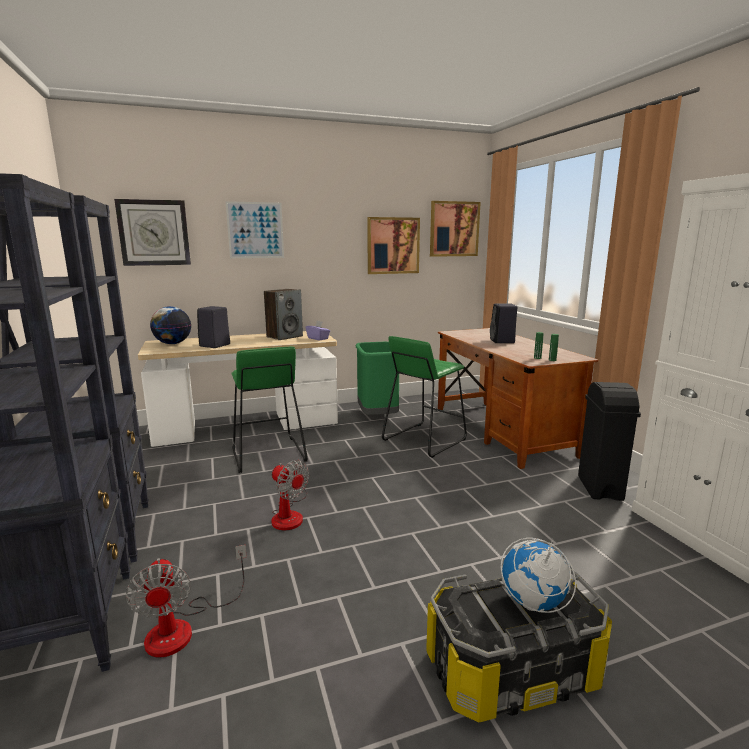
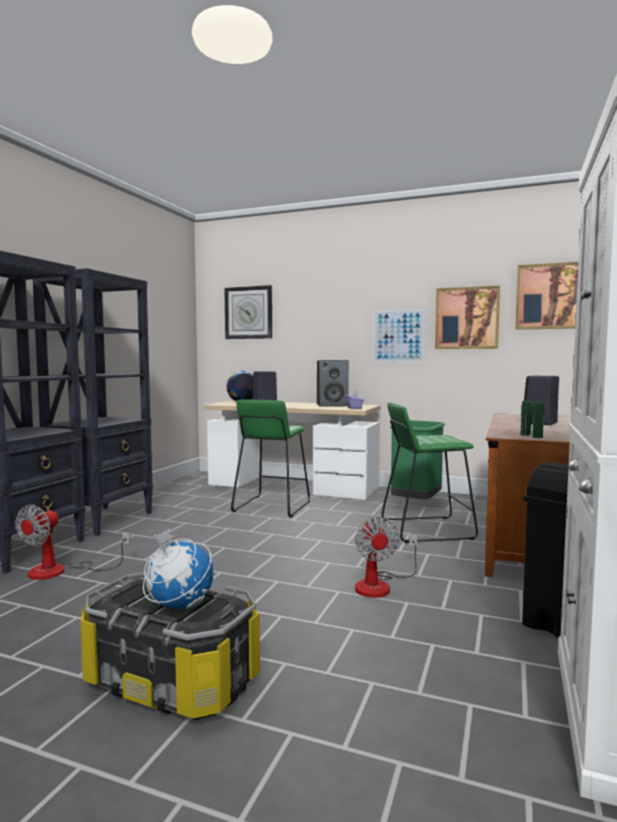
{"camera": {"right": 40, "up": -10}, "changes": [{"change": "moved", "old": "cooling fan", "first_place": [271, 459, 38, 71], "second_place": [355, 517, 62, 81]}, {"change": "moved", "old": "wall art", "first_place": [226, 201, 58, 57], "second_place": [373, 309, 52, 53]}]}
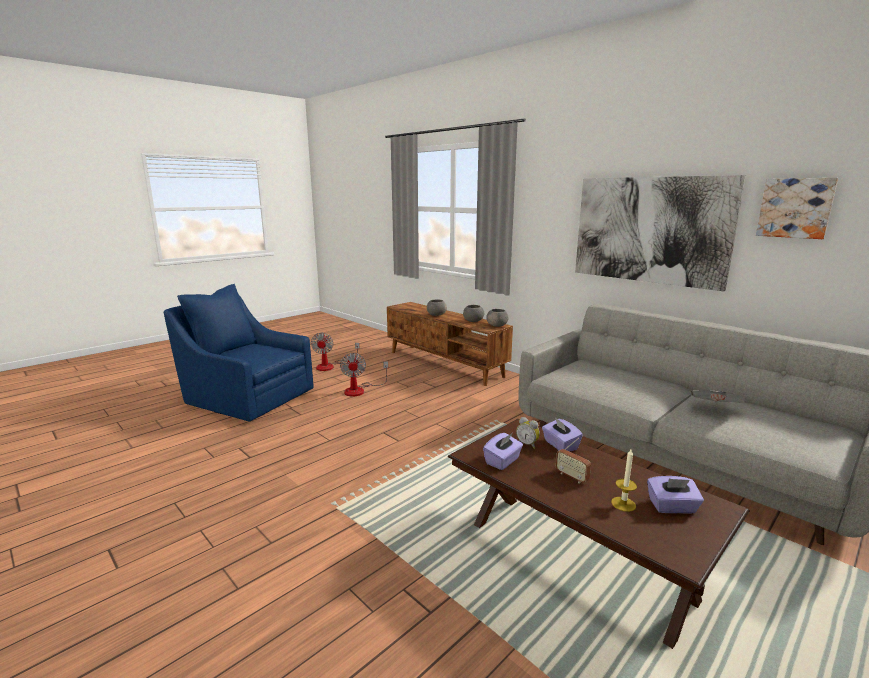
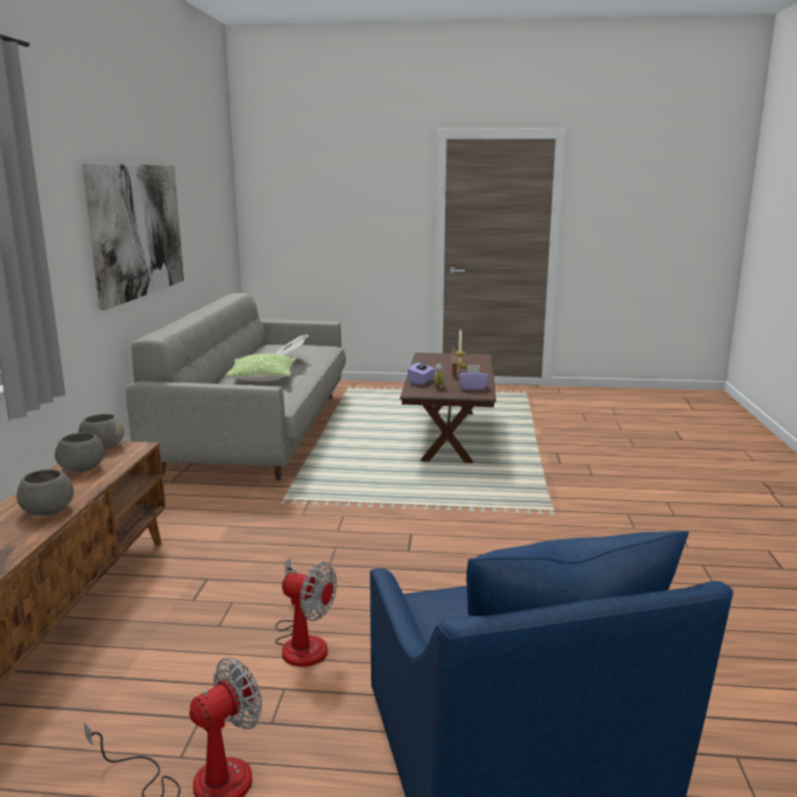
{"camera": {"right": -130, "up": 0}, "changes": [{"change": "added", "new": "pillow", "second_place": [225, 353, 71, 28]}, {"change": "turned", "old": "cooling fan", "first_place": [340, 353, 48, 44], "second_place": [275, 558, 62, 109], "degrees": 75}, {"change": "removed", "old": "box of tissues/purple-coloured", "first_place": [647, 476, 57, 38]}, {"change": "removed", "old": "wall art", "first_place": [756, 178, 82, 61]}]}
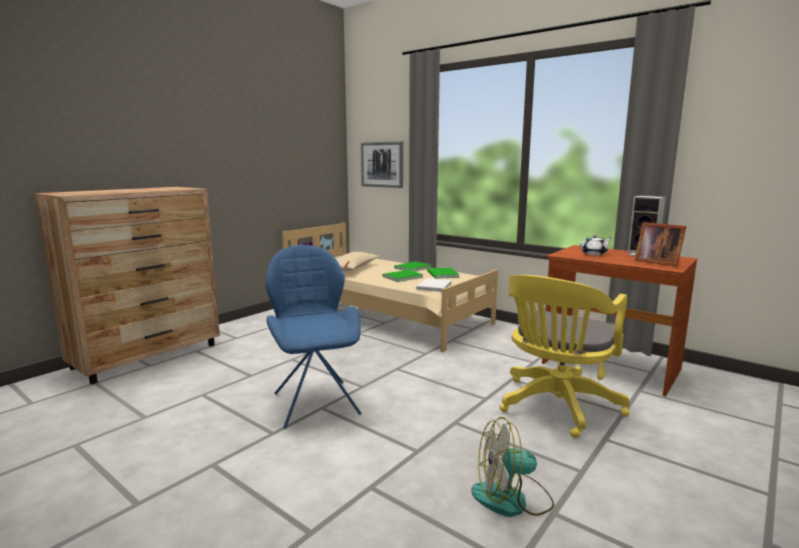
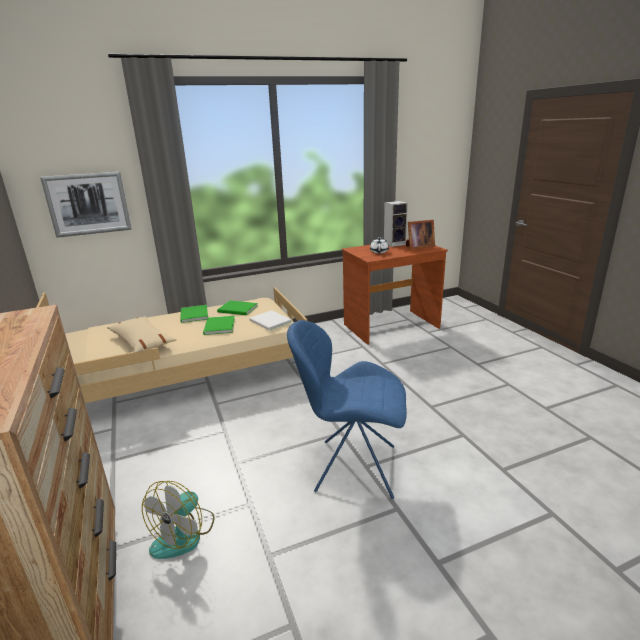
{"camera": {"right": -60, "up": 10}, "changes": [{"change": "moved", "old": "cooling fan", "first_place": [471, 417, 83, 100], "second_place": [142, 481, 73, 78]}, {"change": "removed", "old": "desk chair/yellow-coloured", "first_place": [499, 275, 131, 163]}]}
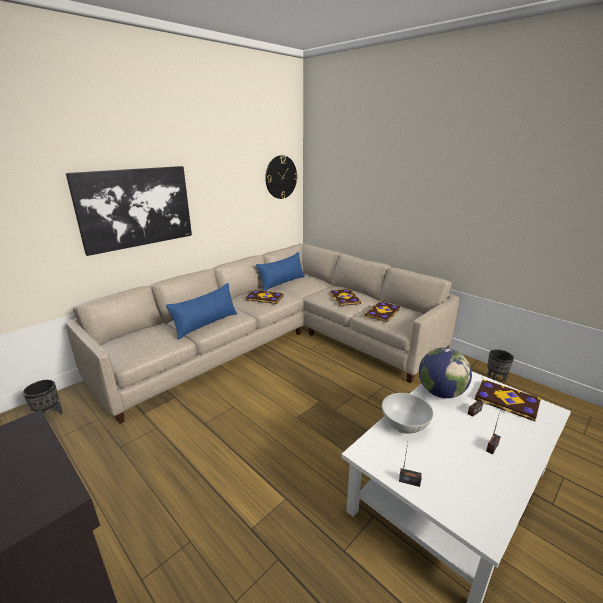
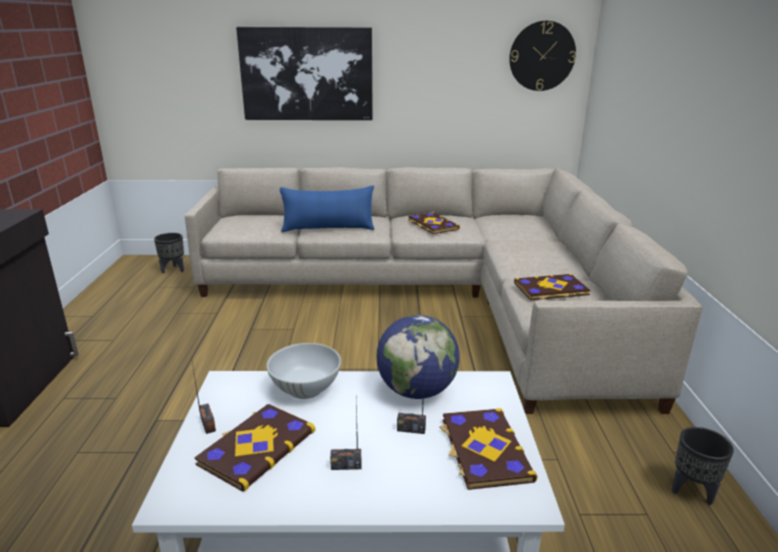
{"camera": {"right": 45, "up": 0}, "changes": [{"change": "moved", "old": "volume", "first_place": [330, 289, 31, 17], "second_place": [195, 404, 120, 88]}, {"change": "removed", "old": "pillow/bluish", "first_place": [256, 252, 49, 39]}]}
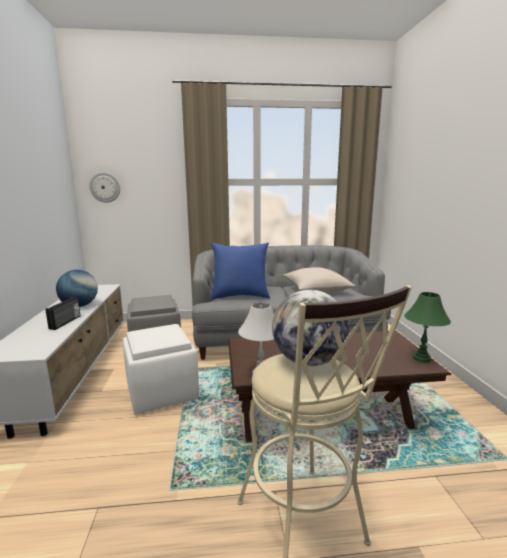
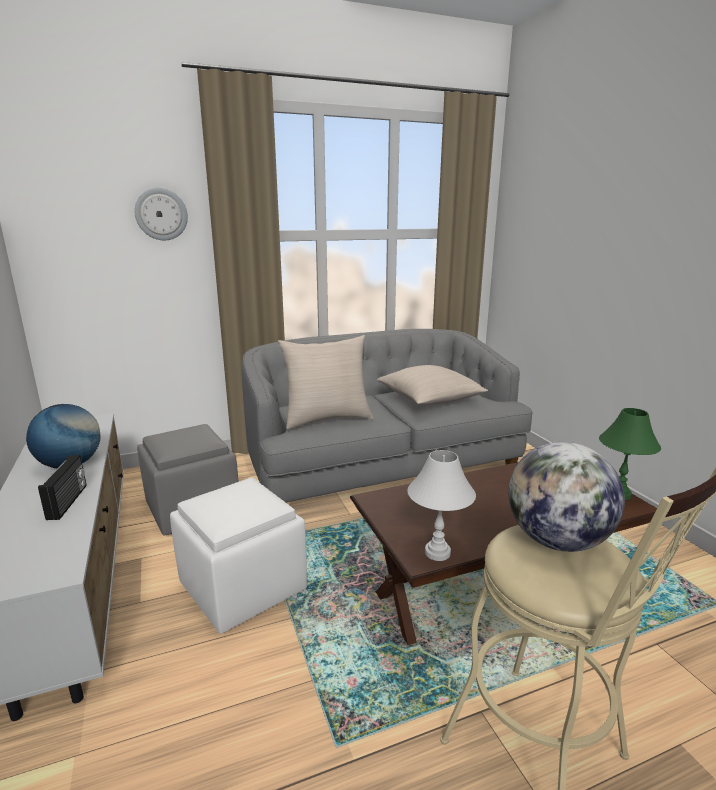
{"camera": {"right": -15, "up": 5}, "changes": [{"change": "moved", "old": "wall clock", "first_place": [89, 172, 31, 31], "second_place": [134, 188, 54, 52]}, {"change": "recoloured", "old": "pillow/bluish", "new": "pillow/sand-coloured", "first_place": [211, 242, 59, 57], "second_place": [278, 335, 96, 94]}]}
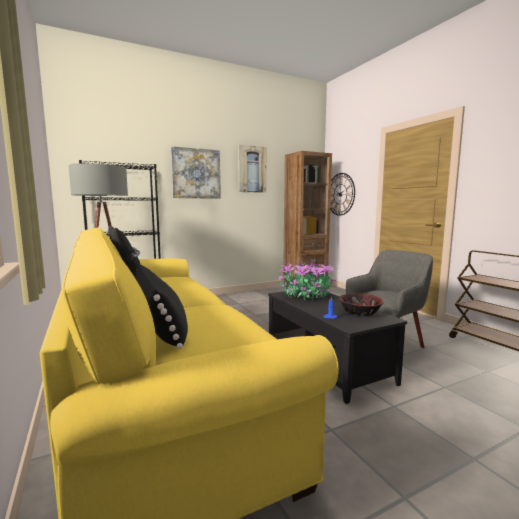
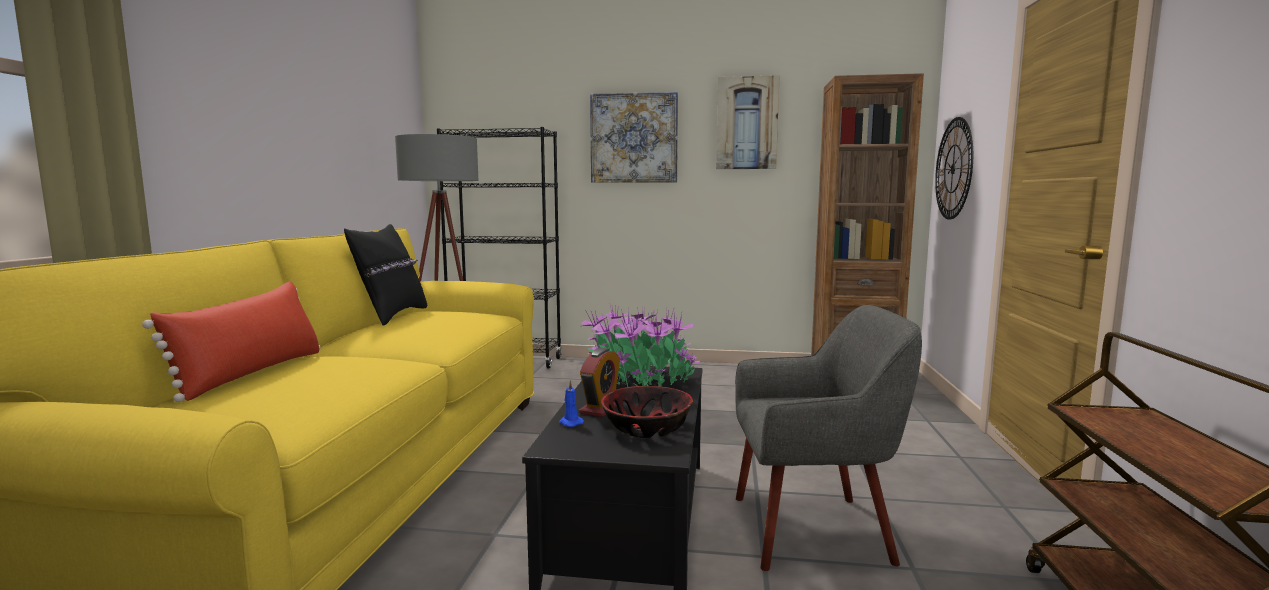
{"camera": {"right": 35, "up": 0}, "changes": [{"change": "recoloured", "old": "pillow/blackish", "new": "pillow/red", "first_place": [136, 264, 52, 85], "second_place": [142, 281, 179, 121]}, {"change": "added", "new": "alarm clock", "second_place": [579, 348, 41, 69]}]}
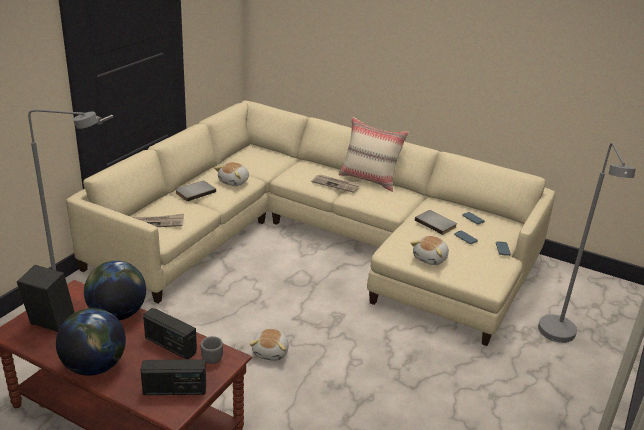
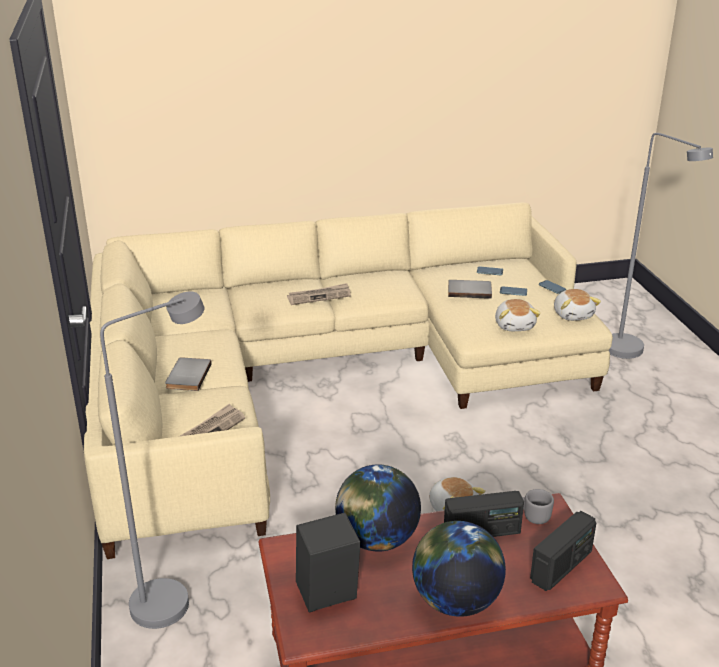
{"camera": {"right": -40, "up": 0}, "changes": [{"change": "moved", "old": "soft toy", "first_place": [214, 162, 35, 24], "second_place": [554, 289, 47, 32]}, {"change": "removed", "old": "pillow/sand-coloured", "first_place": [339, 117, 70, 75]}]}
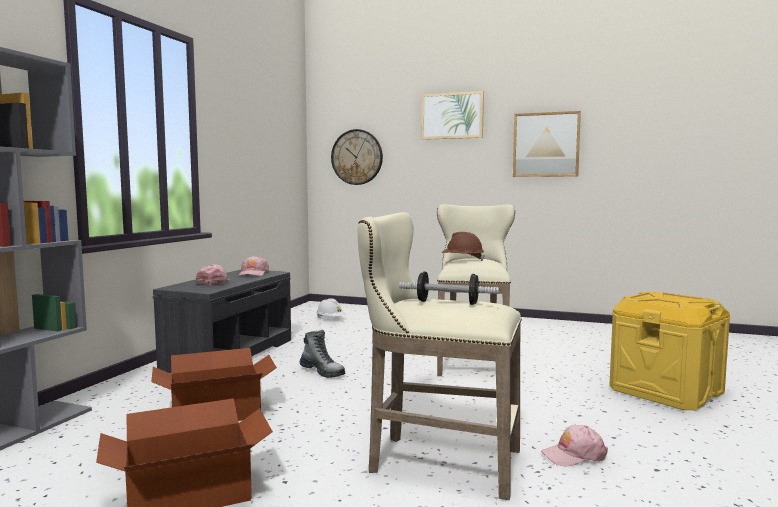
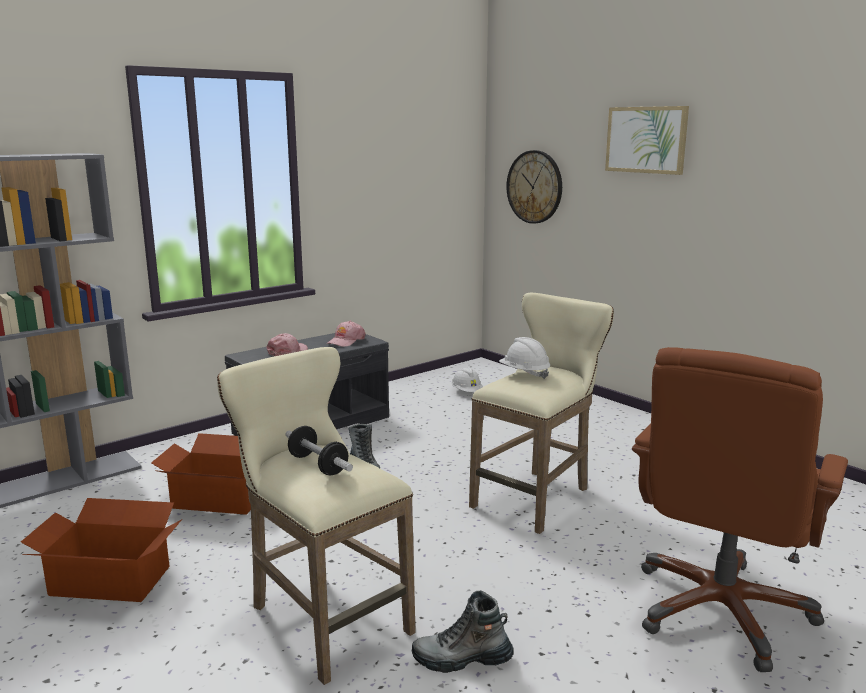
{"camera": {"right": 30, "up": 10}, "changes": [{"change": "replaced", "old": "peaked cap/pink-coloured", "new": "high-top boot", "first_place": [541, 425, 67, 42], "second_place": [412, 590, 102, 83]}, {"change": "recoloured", "old": "safety helmet/brown-coloured", "new": "safety helmet/white", "first_place": [442, 232, 43, 29], "second_place": [499, 337, 51, 42]}, {"change": "replaced", "old": "storage bin/yellow-coloured", "new": "desk chair/brown-coloured", "first_place": [609, 292, 121, 118], "second_place": [632, 347, 216, 325]}, {"change": "removed", "old": "wall art", "first_place": [513, 111, 68, 66]}]}
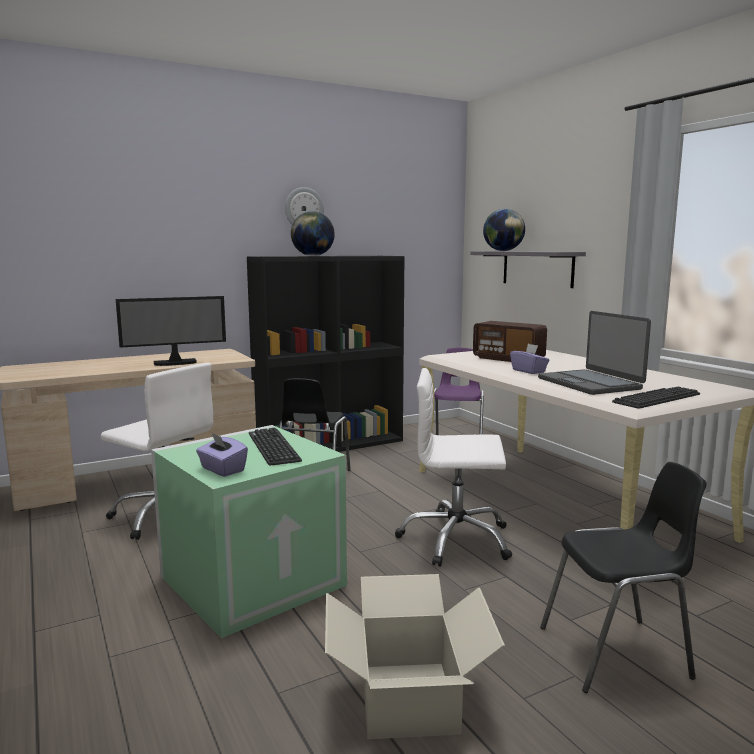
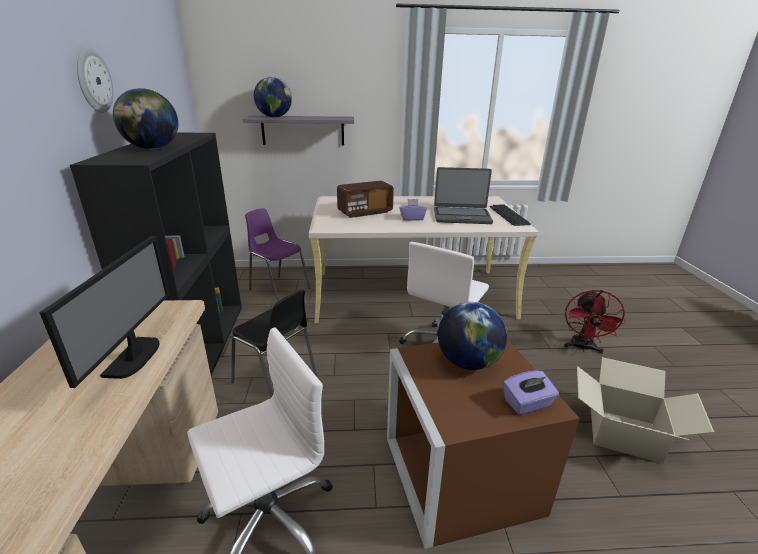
{"camera": {"right": -65, "up": 15}, "changes": [{"change": "recoloured", "old": "storage bin/green", "new": "storage bin/brown-coloured", "first_place": [151, 425, 196, 213], "second_place": [387, 339, 193, 210]}, {"change": "replaced", "old": "computer keyboard", "new": "globe", "first_place": [249, 428, 53, 37], "second_place": [438, 302, 69, 68]}, {"change": "replaced", "old": "chair/blackish", "new": "cooling fan/red", "first_place": [540, 462, 167, 231], "second_place": [564, 290, 62, 64]}]}
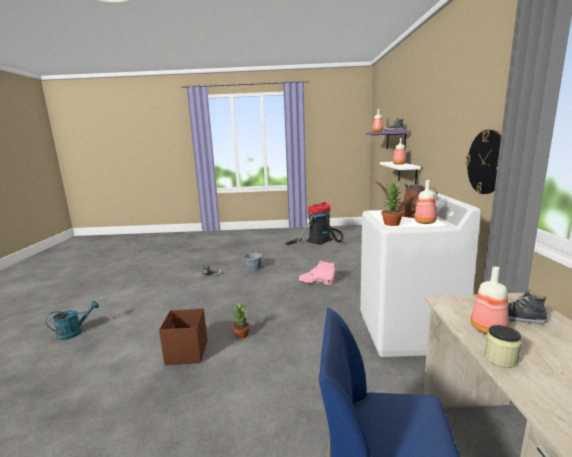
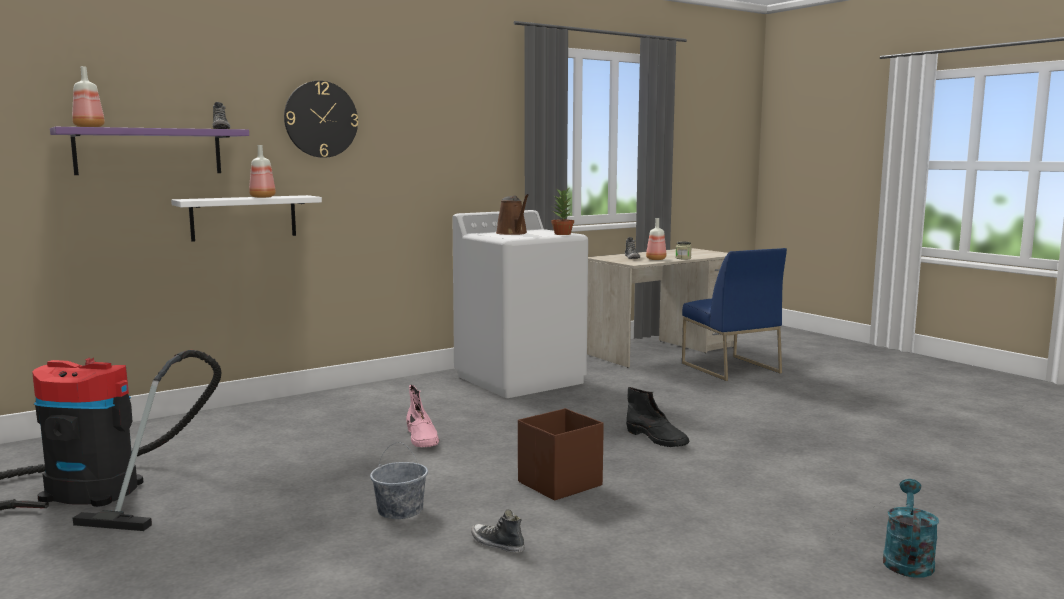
{"camera": {"right": -125, "up": -5}, "changes": [{"change": "moved", "old": "wall clock", "first_place": [466, 129, 35, 65], "second_place": [284, 81, 74, 77]}, {"change": "moved", "old": "storage bin/brown-coloured", "first_place": [159, 308, 48, 57], "second_place": [518, 408, 86, 93]}, {"change": "replaced", "old": "potted plant", "new": "high-top boot/blackish", "first_place": [232, 302, 18, 37], "second_place": [626, 387, 63, 60]}, {"change": "turned", "old": "sprinkling can/turquoise", "first_place": [46, 301, 53, 39], "second_place": [883, 479, 56, 99], "degrees": 90}, {"change": "removed", "old": "drink bottle", "first_place": [414, 180, 23, 44]}]}
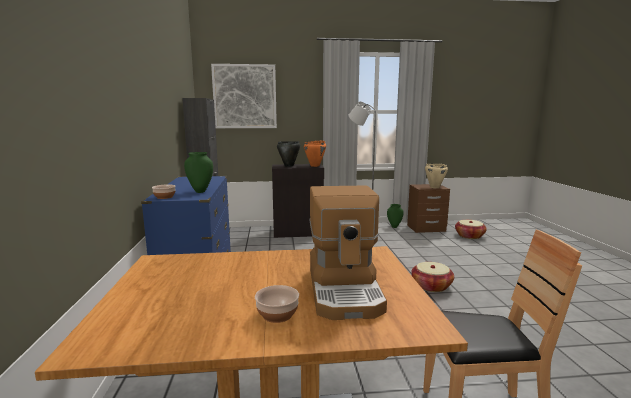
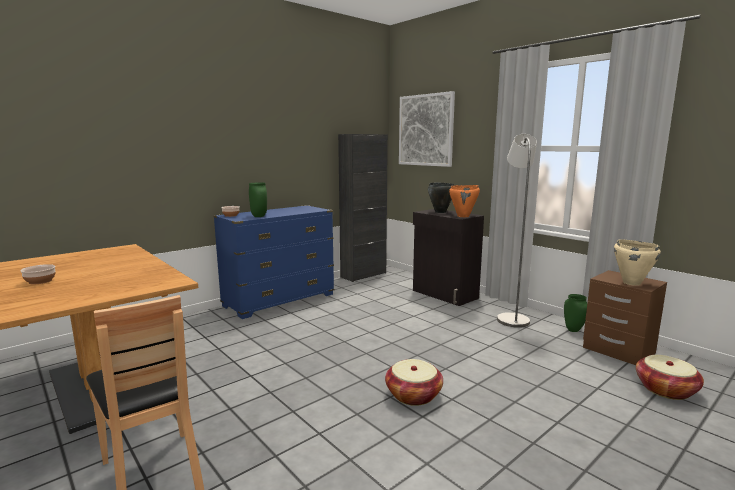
{"camera": {"right": 55, "up": 0}, "changes": [{"change": "removed", "old": "coffee maker", "first_place": [309, 186, 78, 134]}]}
